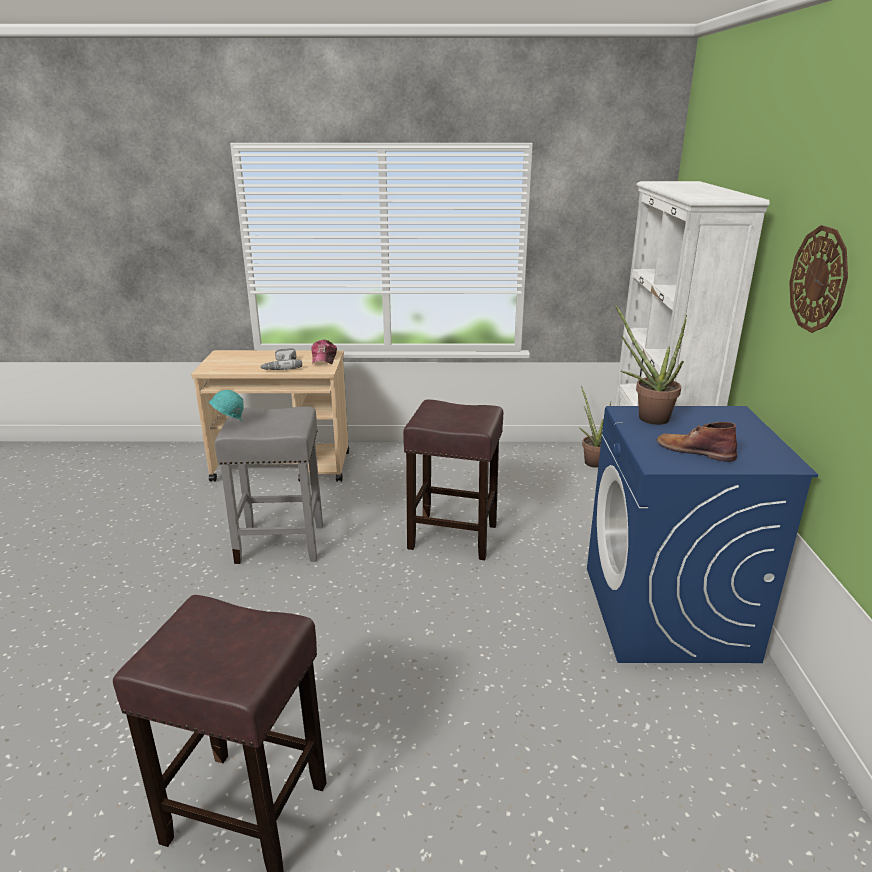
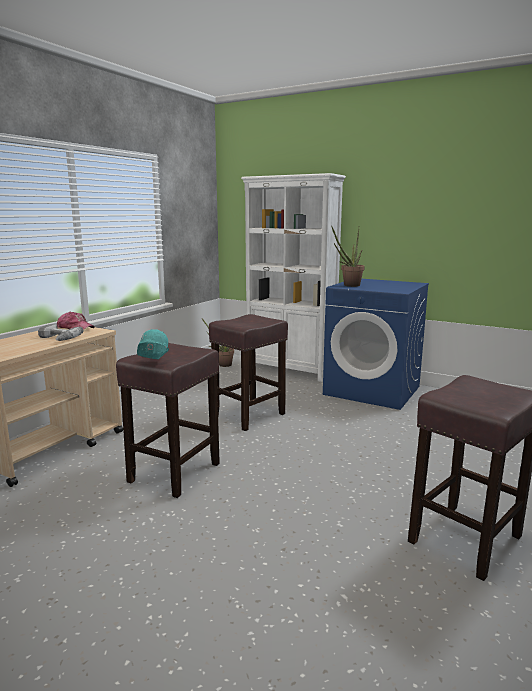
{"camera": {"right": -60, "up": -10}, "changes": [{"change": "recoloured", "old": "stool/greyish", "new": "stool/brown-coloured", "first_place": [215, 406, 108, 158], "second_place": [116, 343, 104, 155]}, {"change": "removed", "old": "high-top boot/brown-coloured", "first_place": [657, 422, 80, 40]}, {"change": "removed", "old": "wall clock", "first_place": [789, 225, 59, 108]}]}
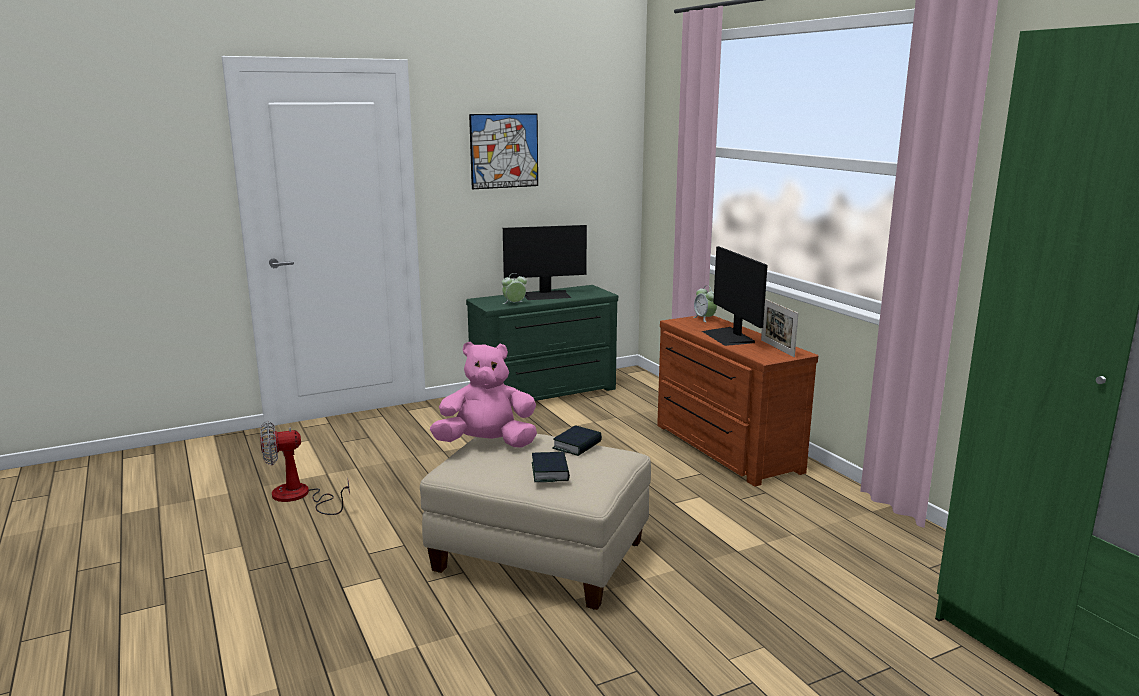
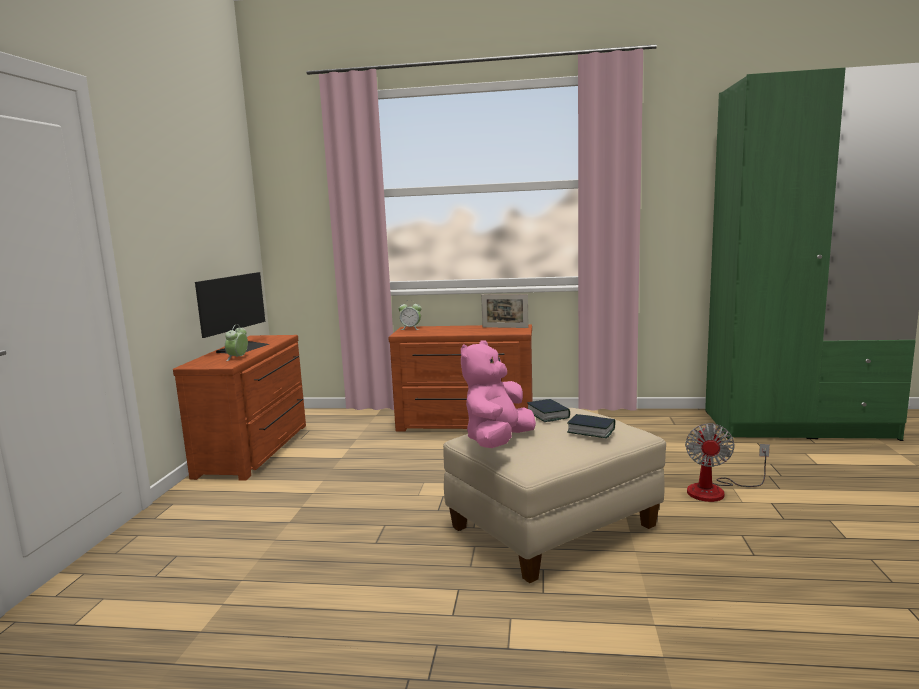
{"camera": {"right": -55, "up": -5}, "changes": [{"change": "recoloured", "old": "dresser/green", "new": "dresser/brown-coloured", "first_place": [466, 285, 152, 116], "second_place": [173, 335, 133, 146]}, {"change": "moved", "old": "cooling fan", "first_place": [260, 421, 90, 94], "second_place": [685, 423, 85, 79]}, {"change": "removed", "old": "wall art", "first_place": [469, 113, 69, 76]}, {"change": "removed", "old": "monitor", "first_place": [702, 246, 66, 100]}]}
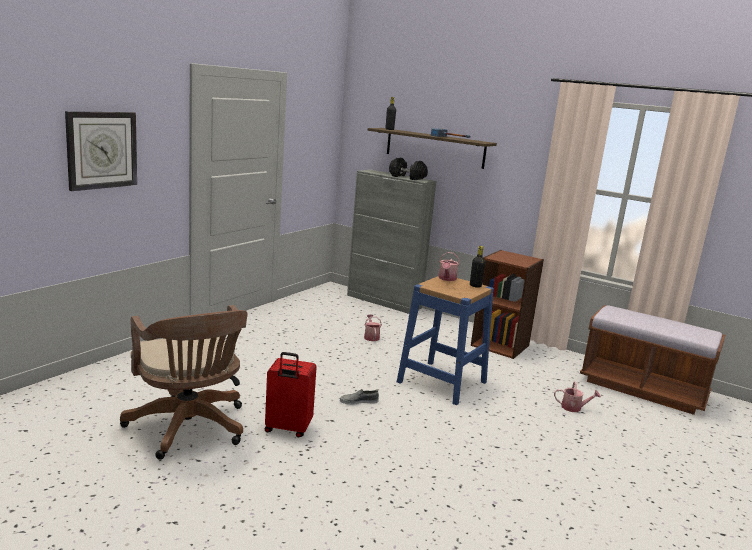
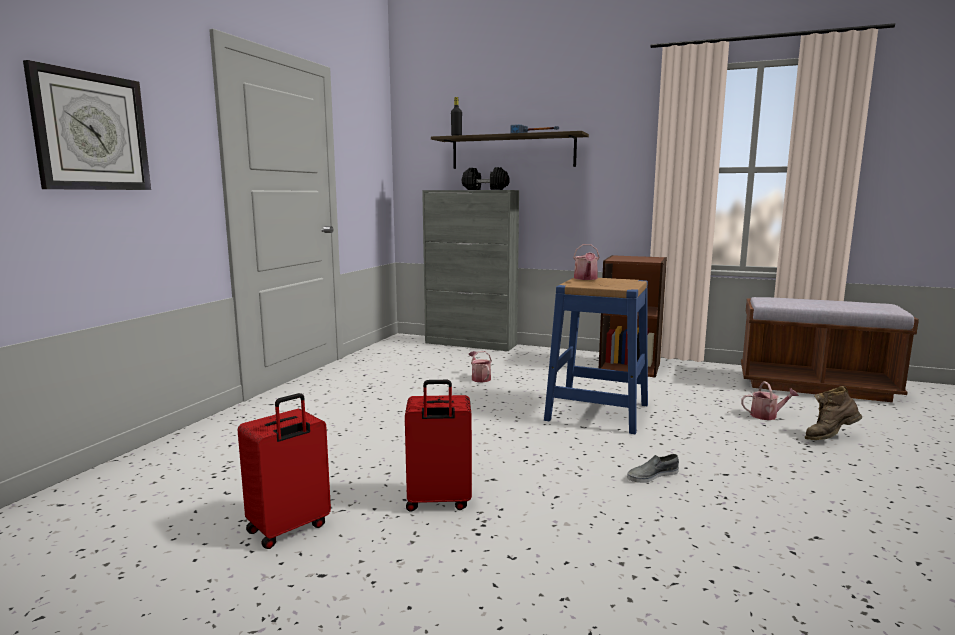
{"camera": {"right": -10, "up": -5}, "changes": [{"change": "replaced", "old": "desk chair/brown-coloured", "new": "piece of luggage/red", "first_place": [120, 305, 128, 155], "second_place": [238, 393, 93, 156]}, {"change": "moved", "old": "shoe/greyish", "first_place": [340, 389, 39, 16], "second_place": [627, 454, 52, 29]}, {"change": "added", "new": "high-top boot/brown-coloured", "second_place": [805, 386, 57, 54]}, {"change": "removed", "old": "drink bottle/blackish", "first_place": [470, 246, 16, 42]}]}
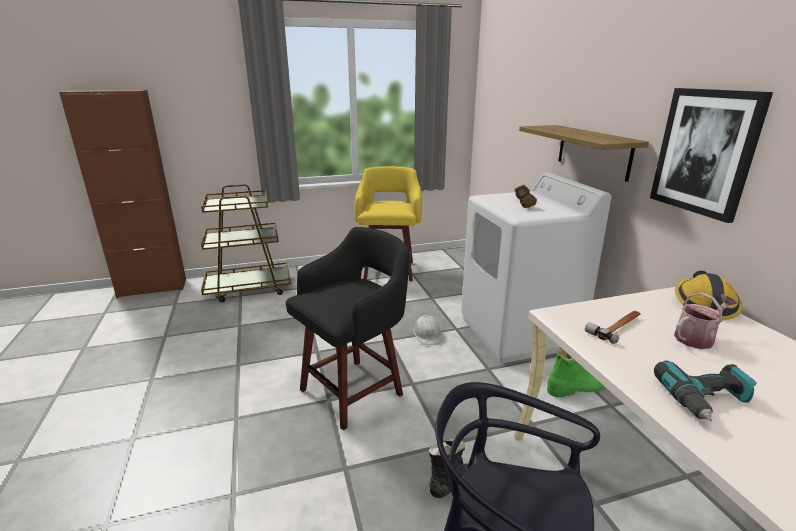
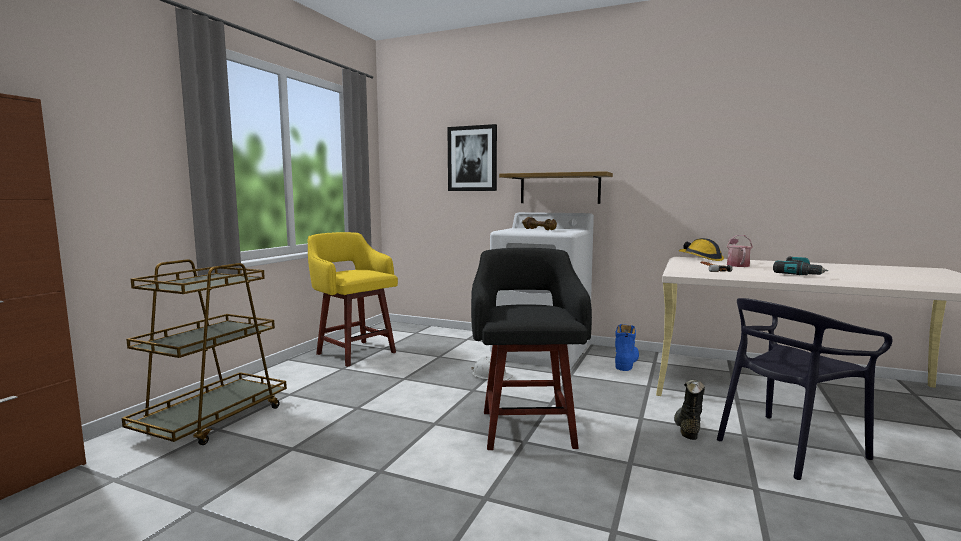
{"camera": {"right": -50, "up": -15}, "changes": [{"change": "moved", "old": "wall art", "first_place": [650, 88, 123, 135], "second_place": [447, 124, 50, 67]}, {"change": "recoloured", "old": "high-top boot/green", "new": "high-top boot/bluish", "first_place": [547, 347, 59, 51], "second_place": [615, 324, 24, 47]}]}
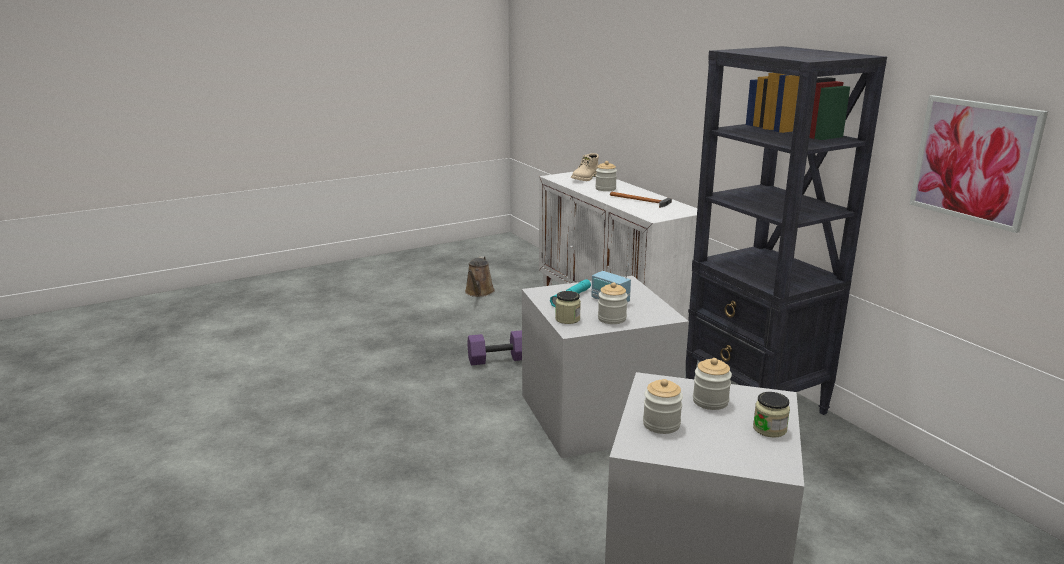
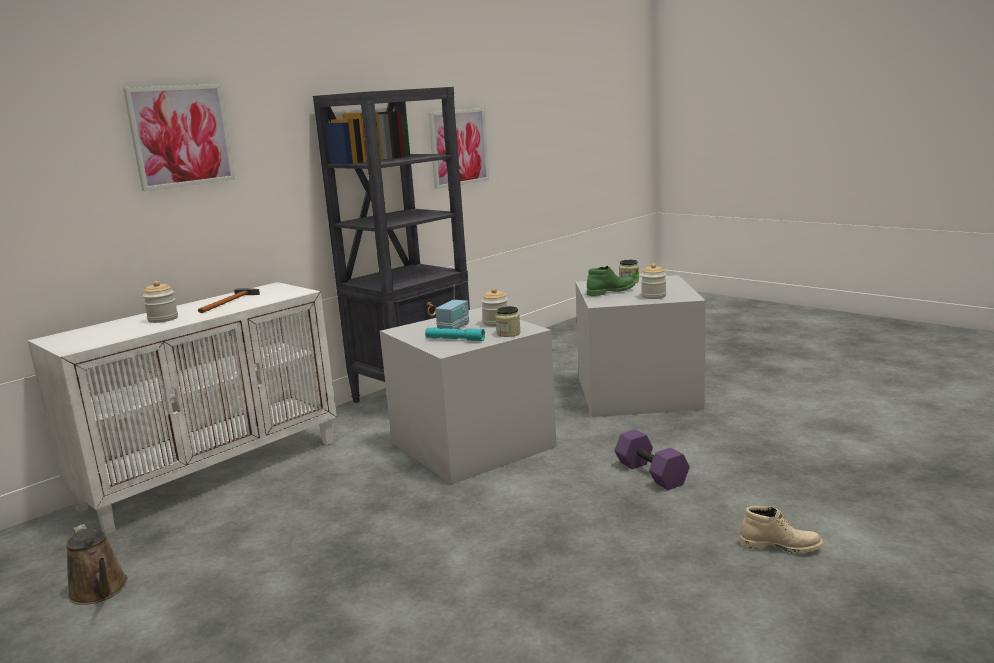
{"camera": {"right": -105, "up": -5}, "changes": [{"change": "turned", "old": "sprinkling can/brown-coloured", "first_place": [465, 256, 30, 41], "second_place": [66, 524, 62, 81], "degrees": 60}, {"change": "added", "new": "wall art", "second_place": [123, 84, 112, 107]}, {"change": "replaced", "old": "preserve jar", "new": "high-top boot/green", "first_place": [693, 358, 39, 52], "second_place": [587, 266, 48, 30]}, {"change": "moved", "old": "hand weight/purple-coloured", "first_place": [467, 330, 55, 35], "second_place": [614, 429, 76, 61]}, {"change": "moved", "old": "high-top boot/sand-coloured", "first_place": [571, 153, 28, 28], "second_place": [740, 506, 83, 47]}]}
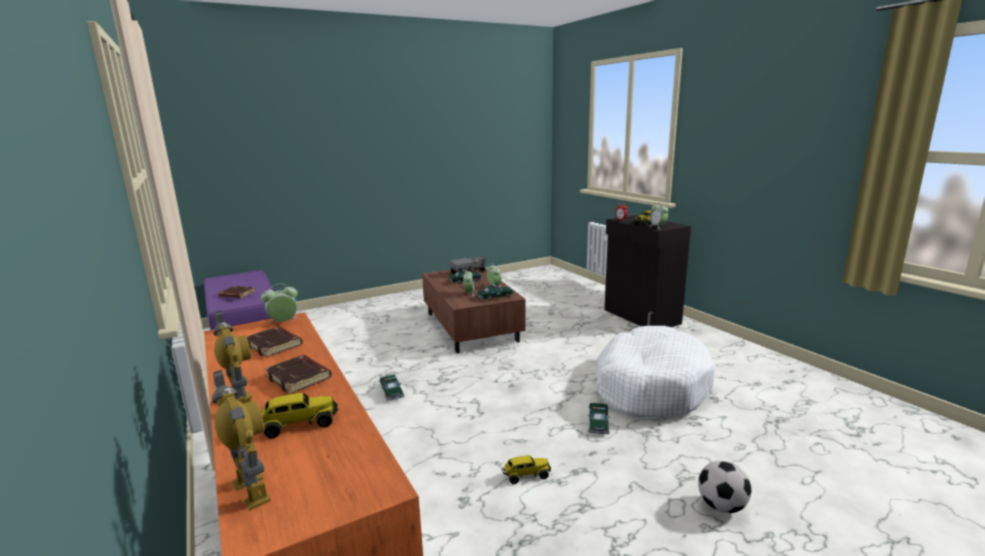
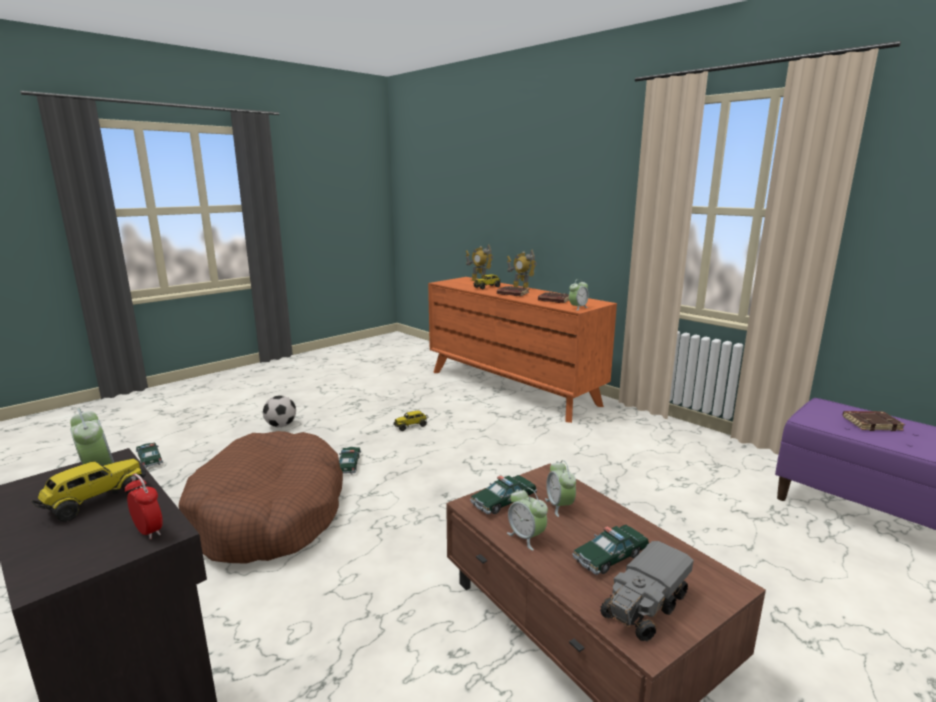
{"camera": {"right": 165, "up": 0}, "changes": [{"change": "moved", "old": "miniature car", "first_place": [379, 375, 26, 26], "second_place": [136, 442, 27, 26]}, {"change": "recoloured", "old": "dog cushion/white", "new": "dog cushion/brown-coloured", "first_place": [596, 326, 119, 91], "second_place": [179, 431, 164, 132]}]}
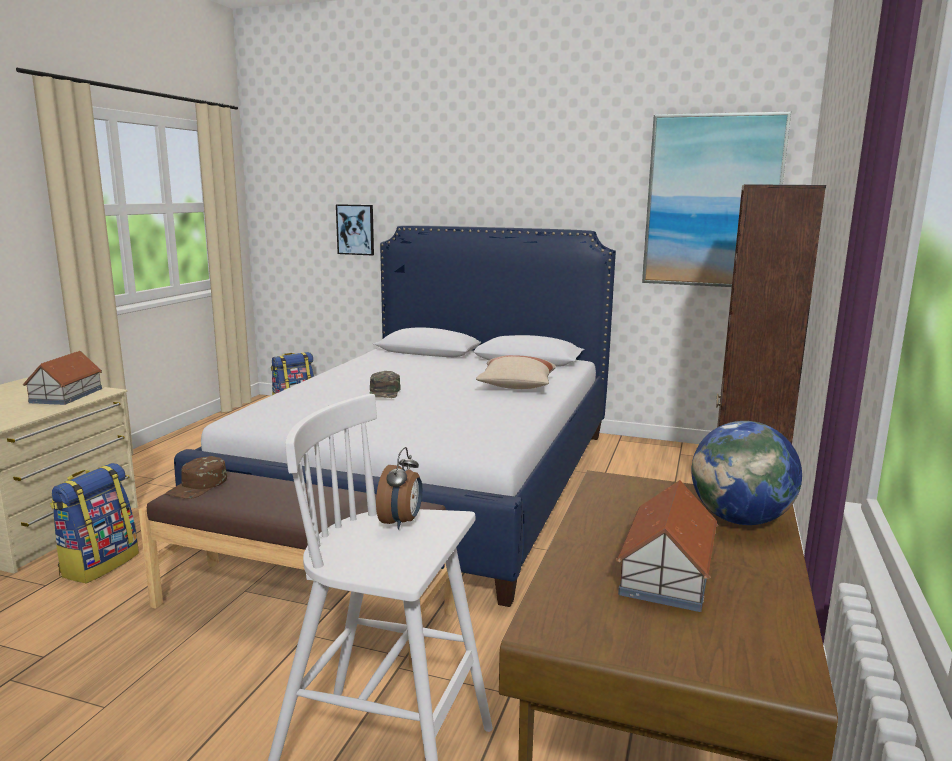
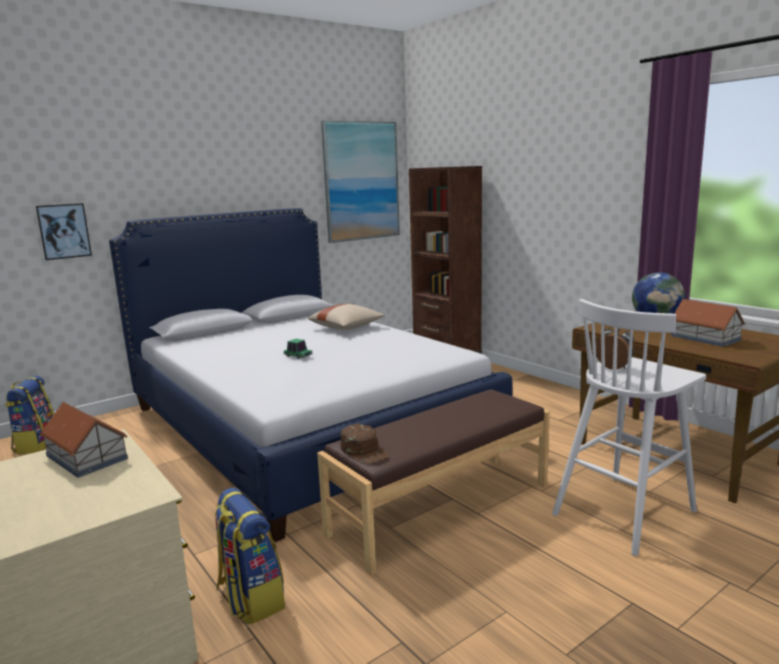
{"camera": {"right": -55, "up": 0}, "changes": [{"change": "replaced", "old": "peaked cap/green", "new": "miniature car", "first_place": [369, 371, 32, 27], "second_place": [284, 339, 28, 20]}]}
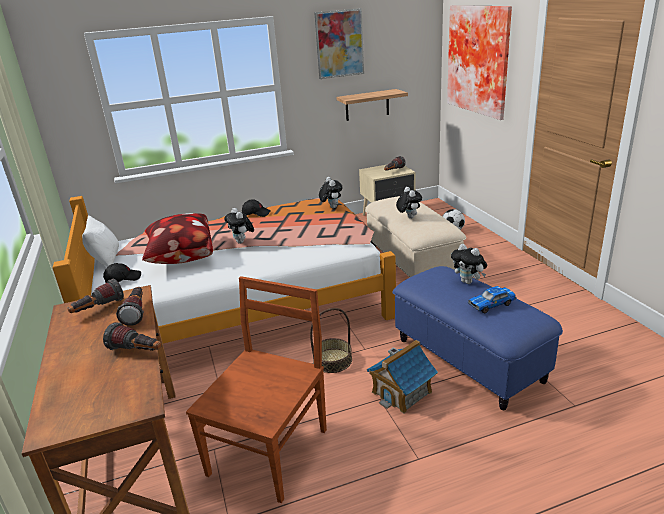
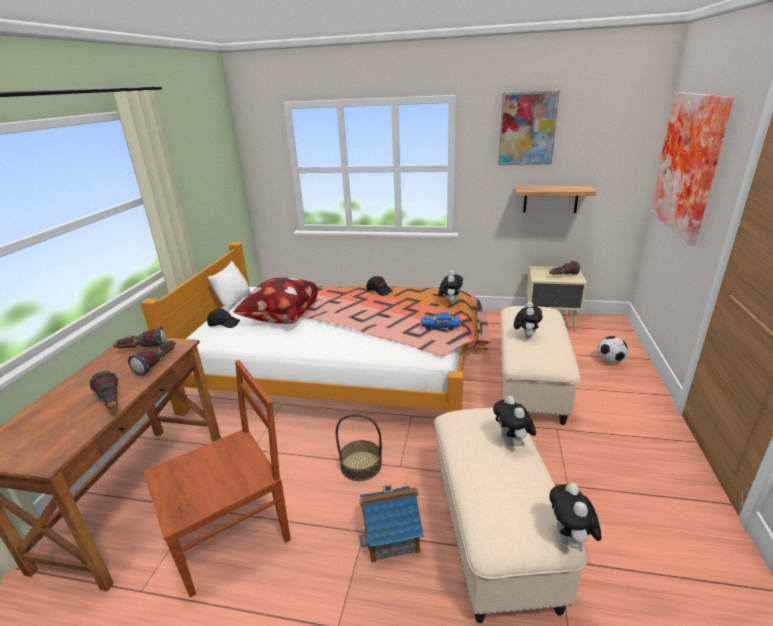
{"camera": {"right": 30, "up": 0}, "changes": [{"change": "moved", "old": "miniature car", "first_place": [468, 286, 49, 28], "second_place": [421, 313, 40, 17]}, {"change": "recoloured", "old": "ottoman/bluish", "new": "ottoman/sand-coloured", "first_place": [392, 266, 171, 144], "second_place": [434, 408, 153, 215]}, {"change": "moved", "old": "soft toy", "first_place": [224, 208, 30, 36], "second_place": [549, 483, 52, 70]}]}
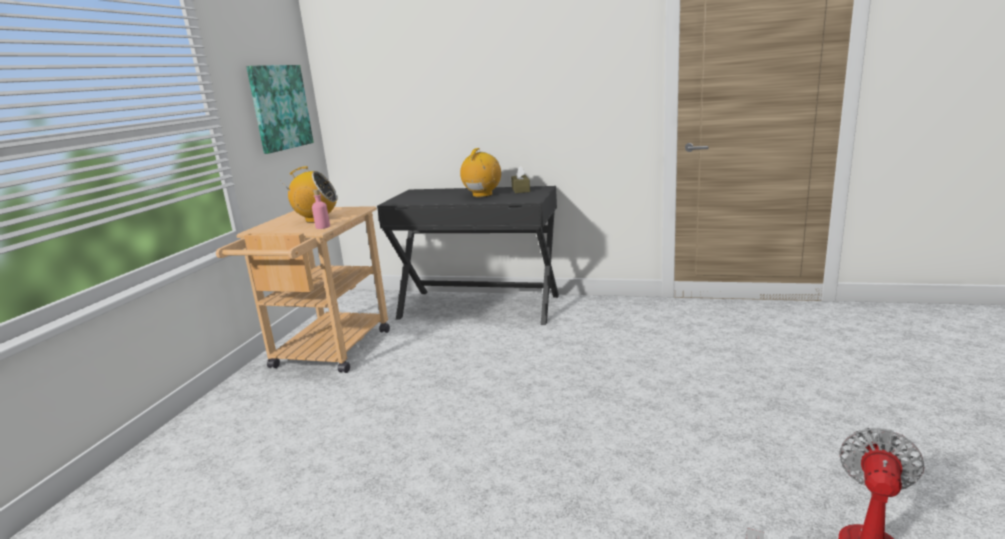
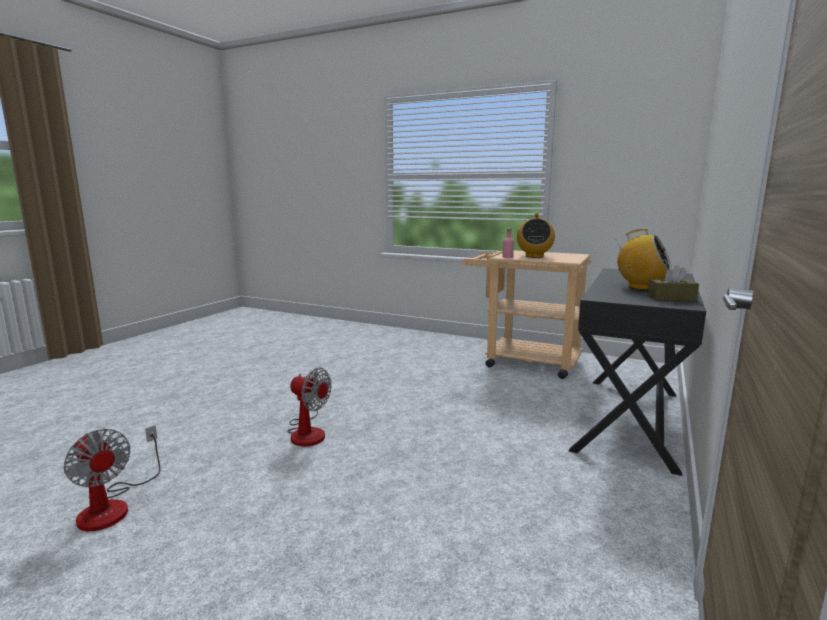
{"camera": {"right": 100, "up": -5}, "changes": [{"change": "added", "new": "cooling fan", "second_place": [287, 368, 45, 78]}, {"change": "removed", "old": "wall art", "first_place": [246, 65, 68, 89]}]}
